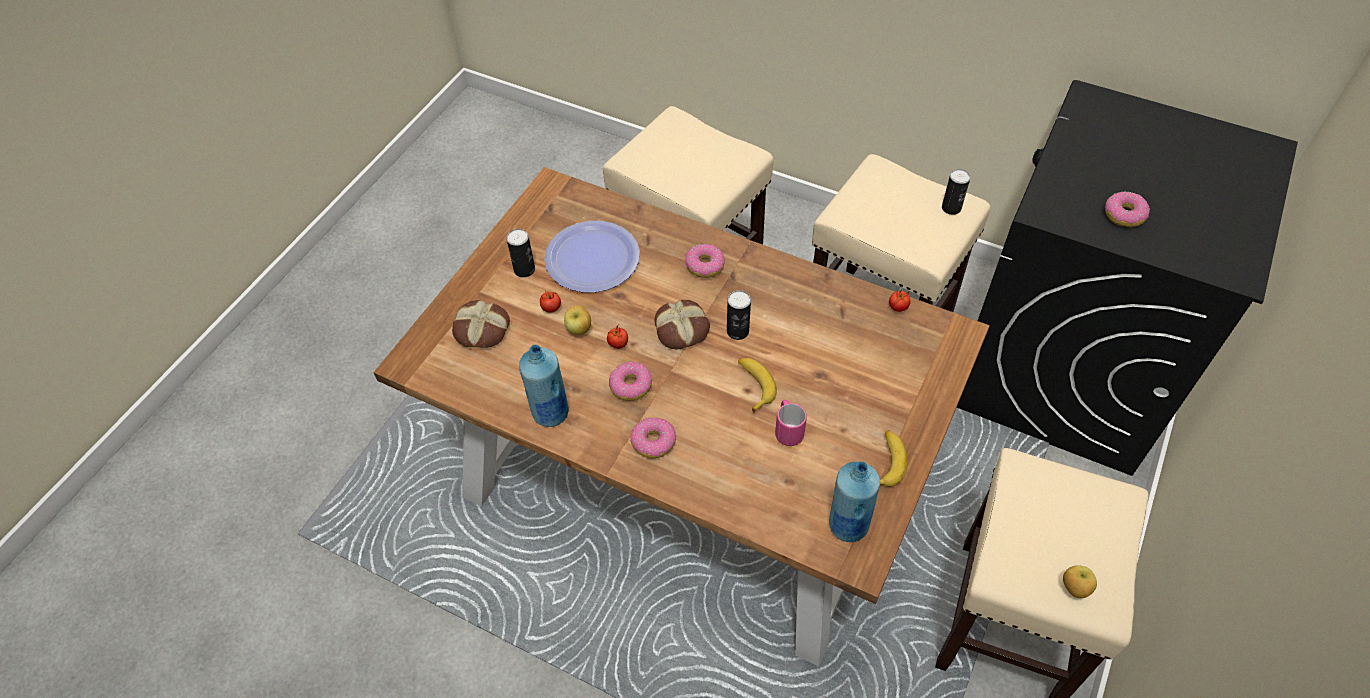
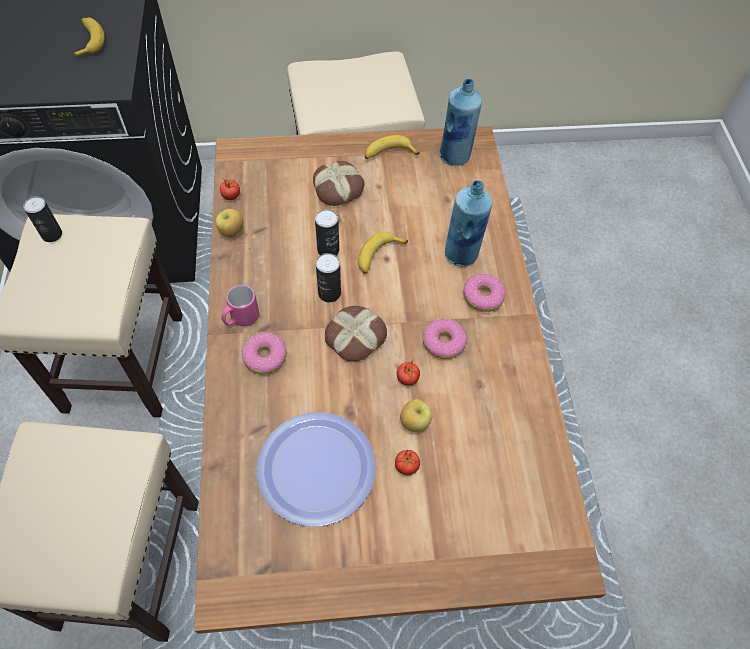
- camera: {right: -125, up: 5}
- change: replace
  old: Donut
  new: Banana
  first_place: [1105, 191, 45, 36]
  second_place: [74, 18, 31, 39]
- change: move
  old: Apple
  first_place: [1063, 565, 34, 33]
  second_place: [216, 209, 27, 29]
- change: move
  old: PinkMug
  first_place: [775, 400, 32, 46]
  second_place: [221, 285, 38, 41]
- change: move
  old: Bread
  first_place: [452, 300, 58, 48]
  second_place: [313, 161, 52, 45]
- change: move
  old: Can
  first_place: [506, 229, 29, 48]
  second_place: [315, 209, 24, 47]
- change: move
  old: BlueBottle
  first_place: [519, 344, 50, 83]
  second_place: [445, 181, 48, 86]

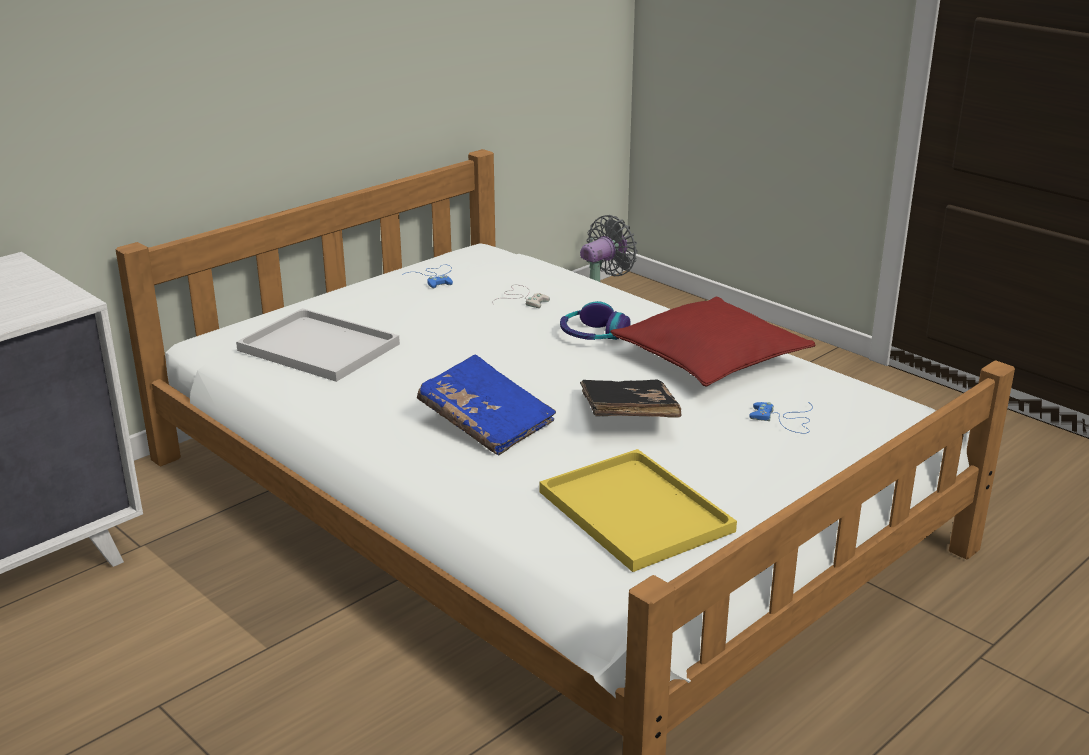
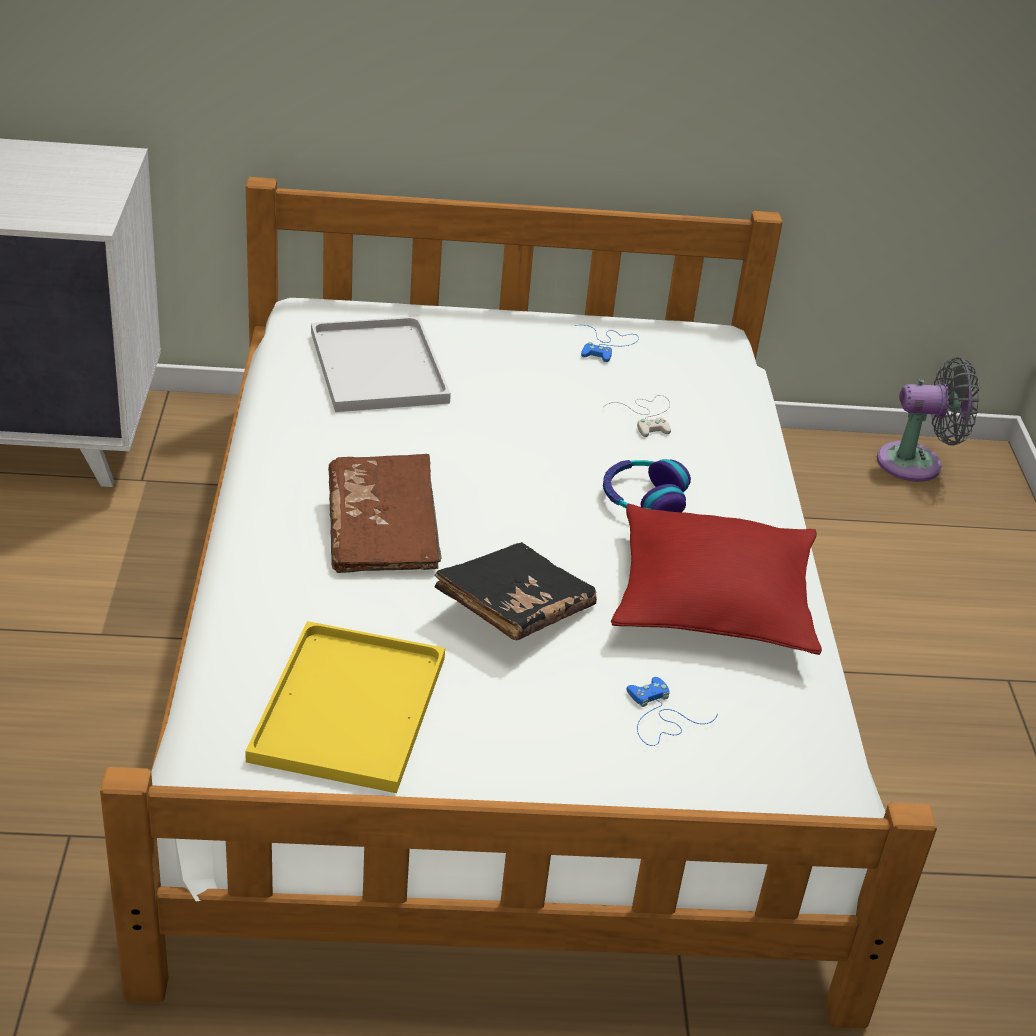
- camera: {right: 40, up: 10}
- change: recolor
  old: BlueBook
  new: BrownBook
  first_place: [417, 354, 139, 101]
  second_place: [328, 454, 114, 119]

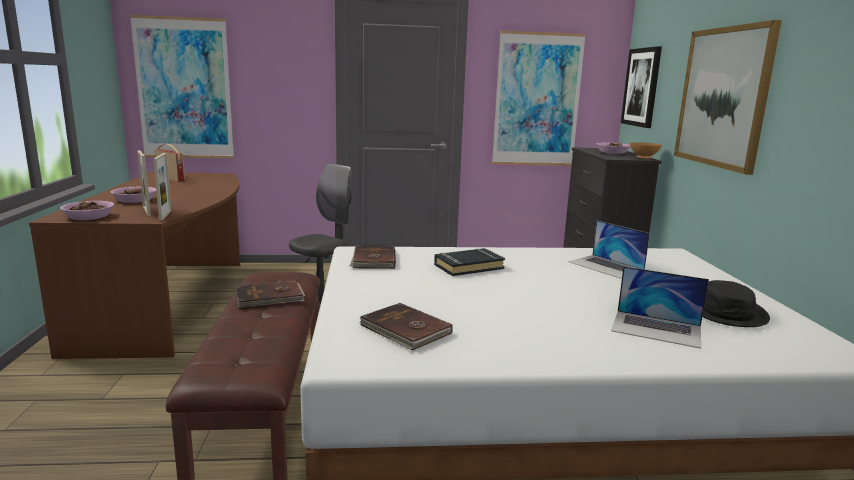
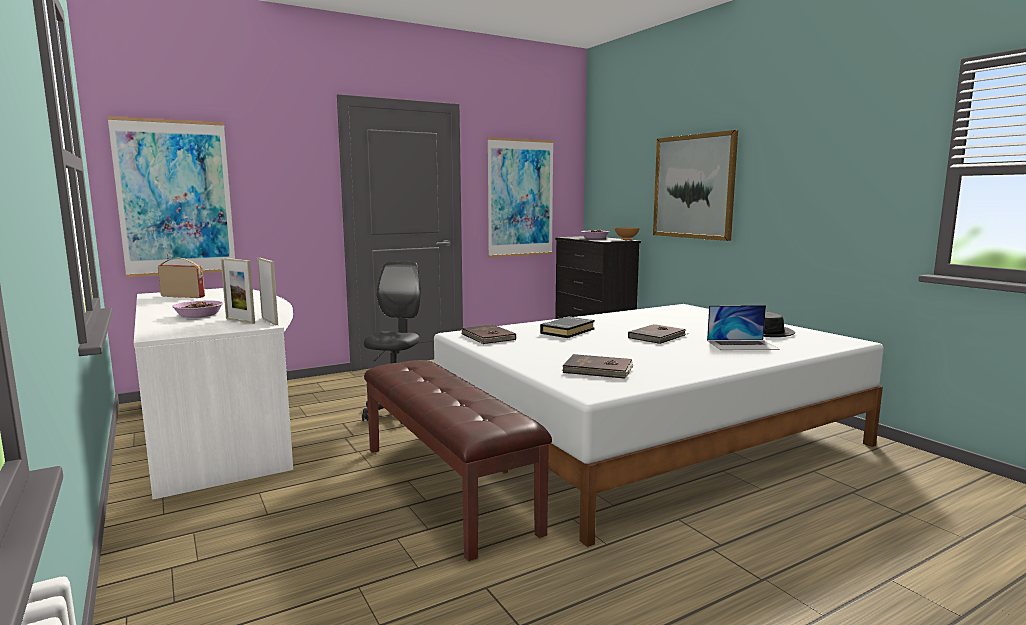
- camera: {right: -25, up: -5}
- change: recolor
  old: BrownDesk
  new: WhiteDesk
  first_place: [29, 172, 211, 187]
  second_place: [134, 288, 159, 212]
- change: move
  old: BrownBook
  first_place: [235, 280, 70, 29]
  second_place: [628, 324, 60, 20]
- change: delete
  old: Bowl
  first_place: [60, 201, 54, 19]
- change: delete
  old: Laptop
  first_place: [569, 220, 81, 59]
- change: delete
  old: Picture
  first_place: [621, 46, 41, 82]

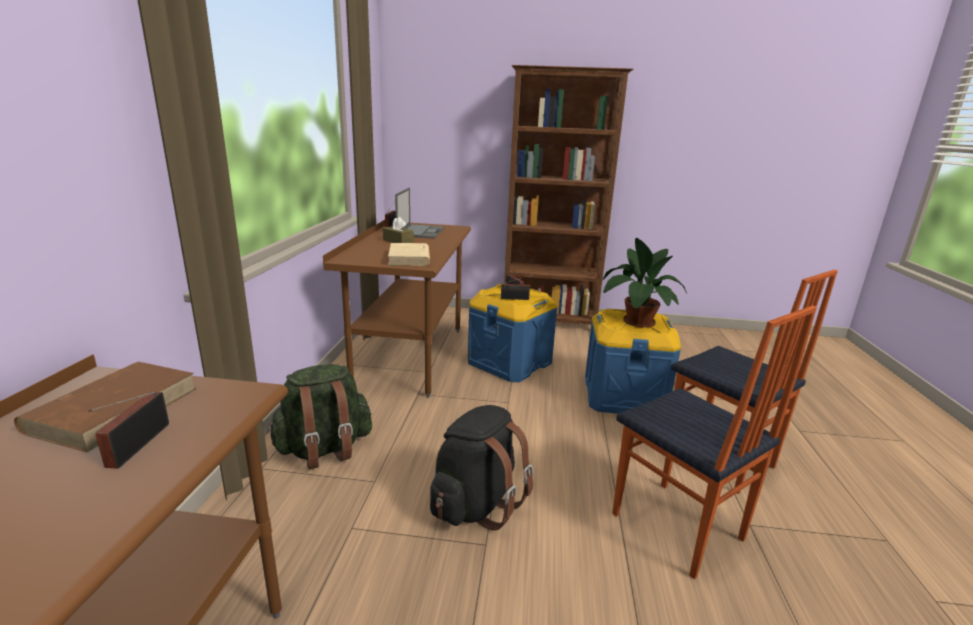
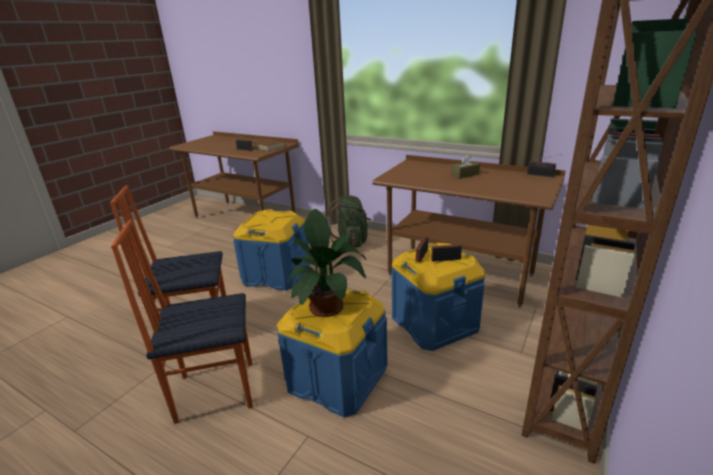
- camera: {right: 115, up: 5}
- change: replace
  old: BlackBackpack
  new: BlueStorageBox
  first_place: [430, 405, 103, 126]
  second_place: [233, 209, 77, 82]
- change: delete
  old: BeigeBook
  first_place: [388, 243, 42, 23]
- change: delete
  old: Laptop
  first_place: [395, 188, 50, 51]

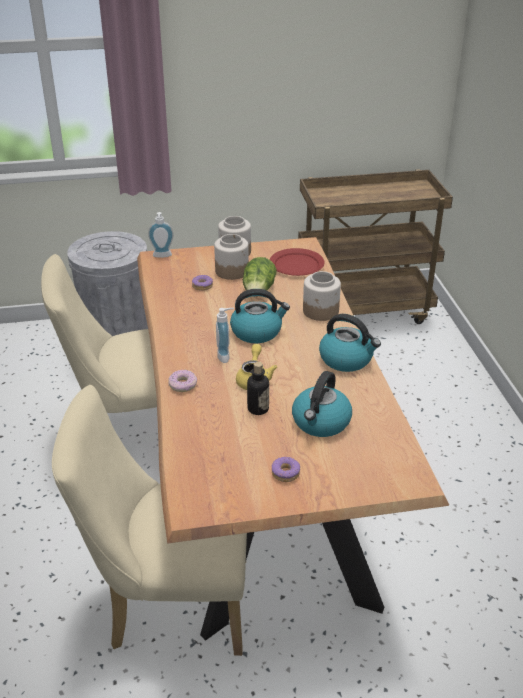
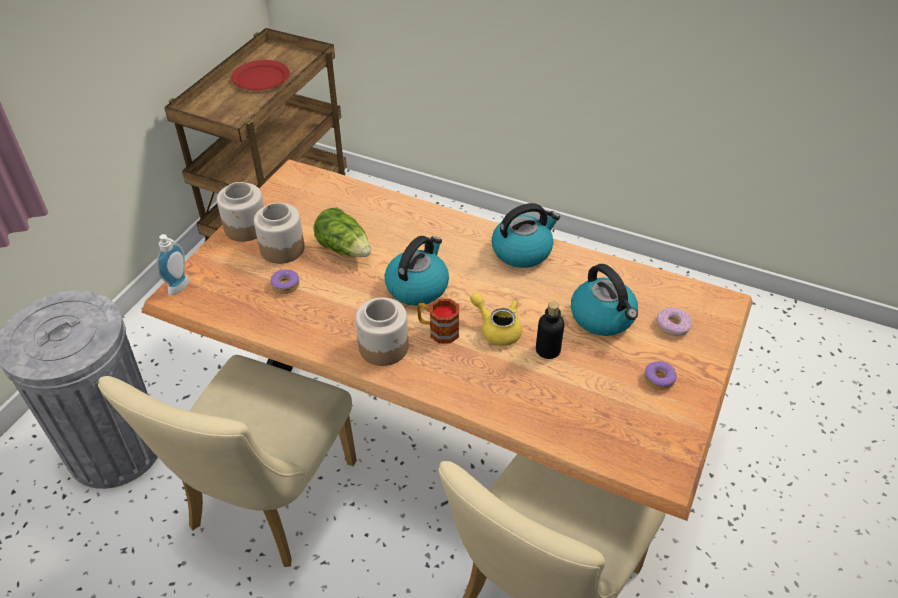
- camera: {right: -55, up: 10}
- change: move
  old: RedPlate
  first_place: [270, 248, 55, 28]
  second_place: [231, 60, 59, 30]
- change: move
  old: Jar
  first_place: [303, 271, 38, 50]
  second_place: [355, 297, 54, 69]
- change: replace
  old: SoapDispenser
  new: Mug
  first_place: [216, 308, 18, 55]
  second_place: [417, 299, 42, 45]
- change: move
  old: Donut
  first_place: [168, 370, 29, 22]
  second_place: [656, 307, 36, 29]

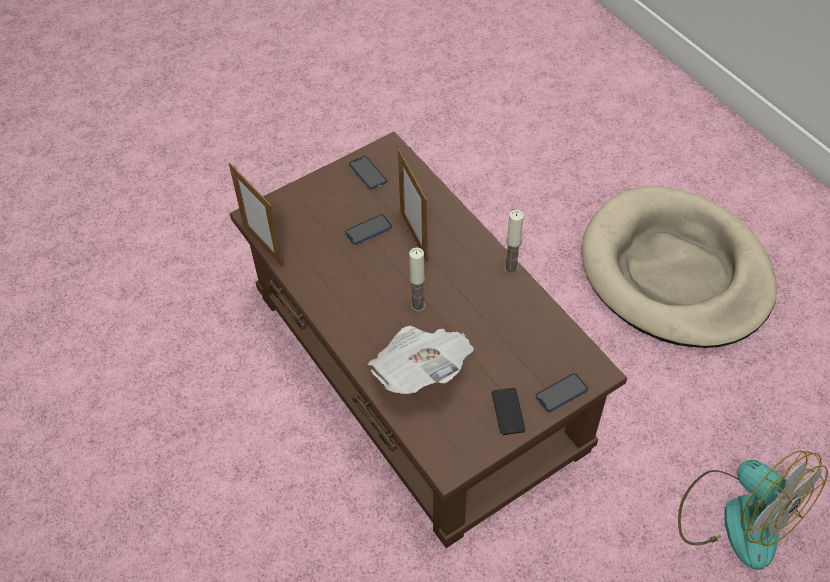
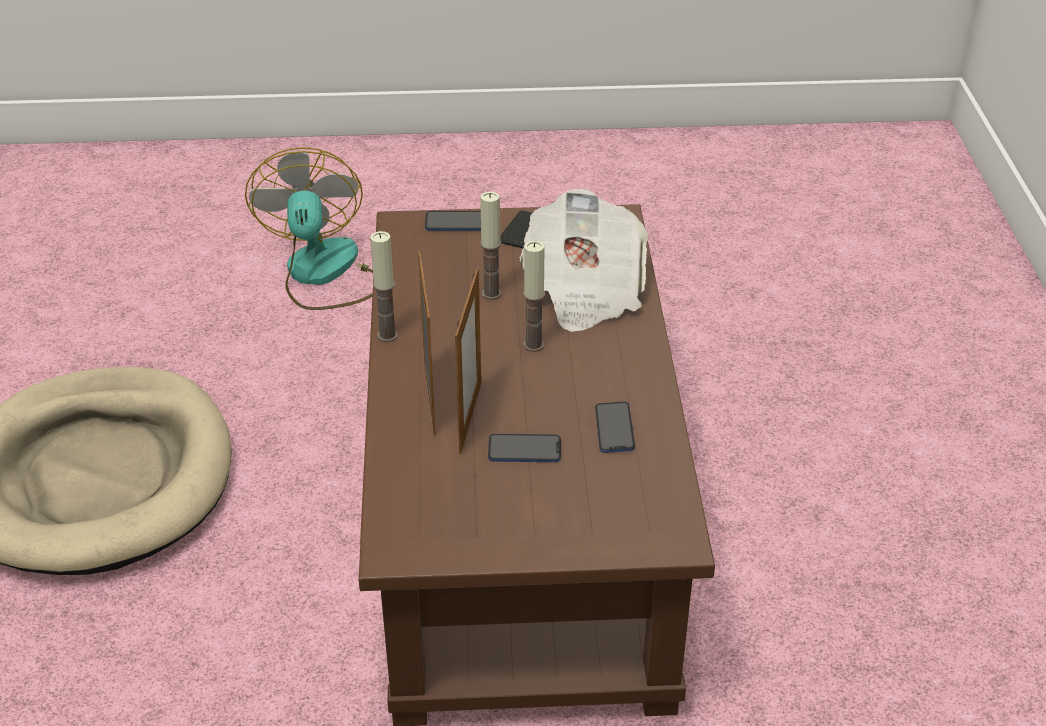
- camera: {right: -150, up: -15}
- change: move
  old: PictureFrame
  first_place: [229, 162, 55, 105]
  second_place: [418, 251, 18, 184]
- change: insert
  new: Candle
  second_place: [480, 191, 22, 109]
- change: move
  old: Phone
  first_place: [349, 156, 38, 34]
  second_place: [595, 401, 40, 52]

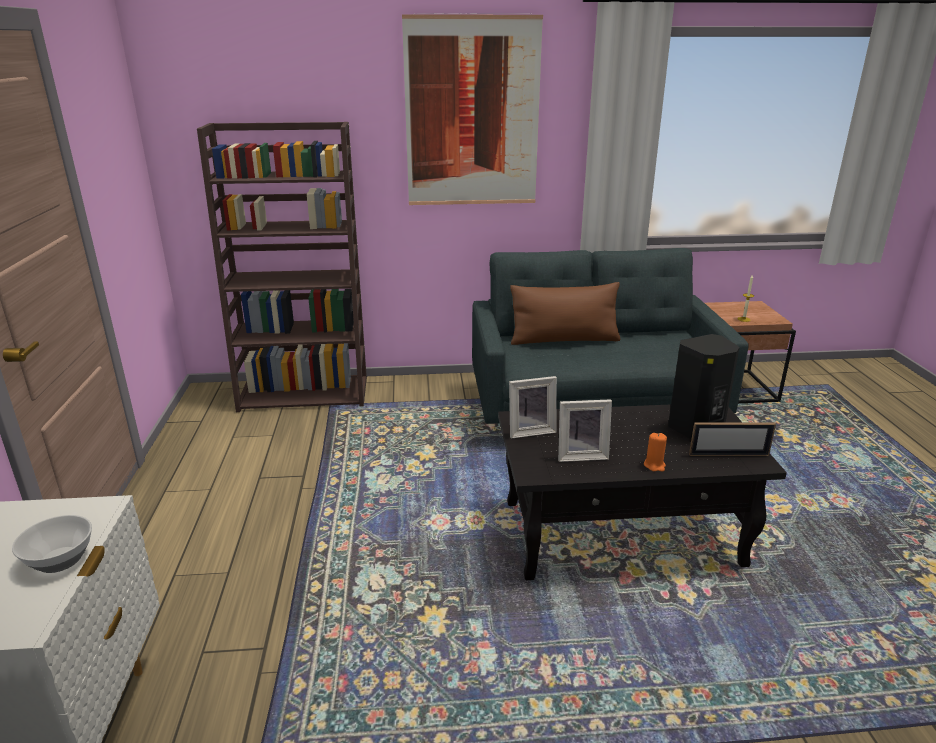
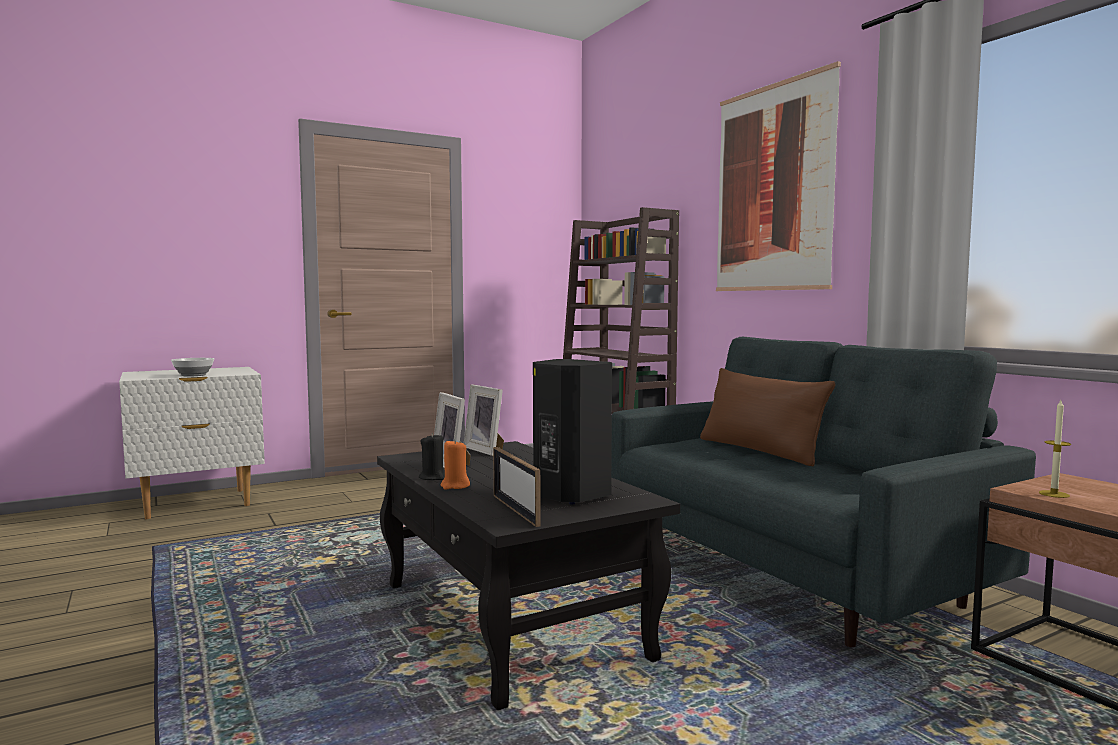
- camera: {right: 65, up: -20}
- change: insert
  new: BlackCandle
  second_place: [419, 433, 26, 47]

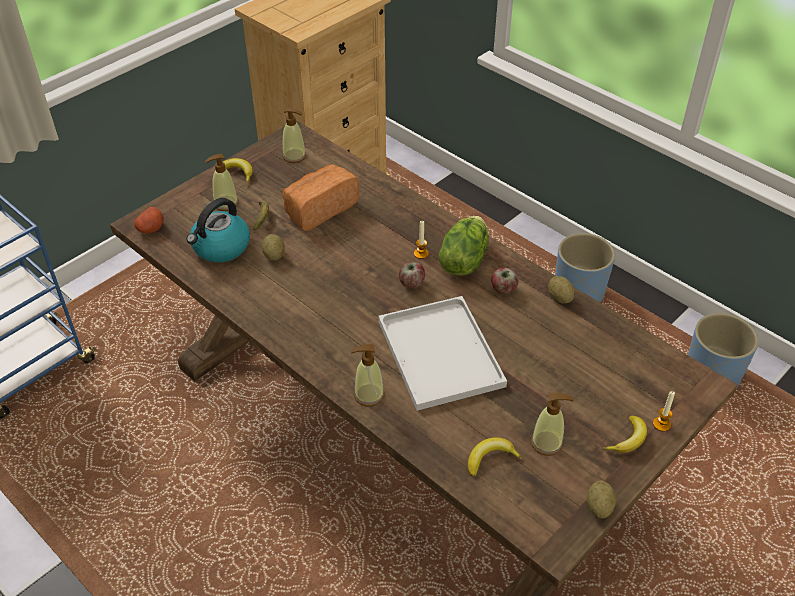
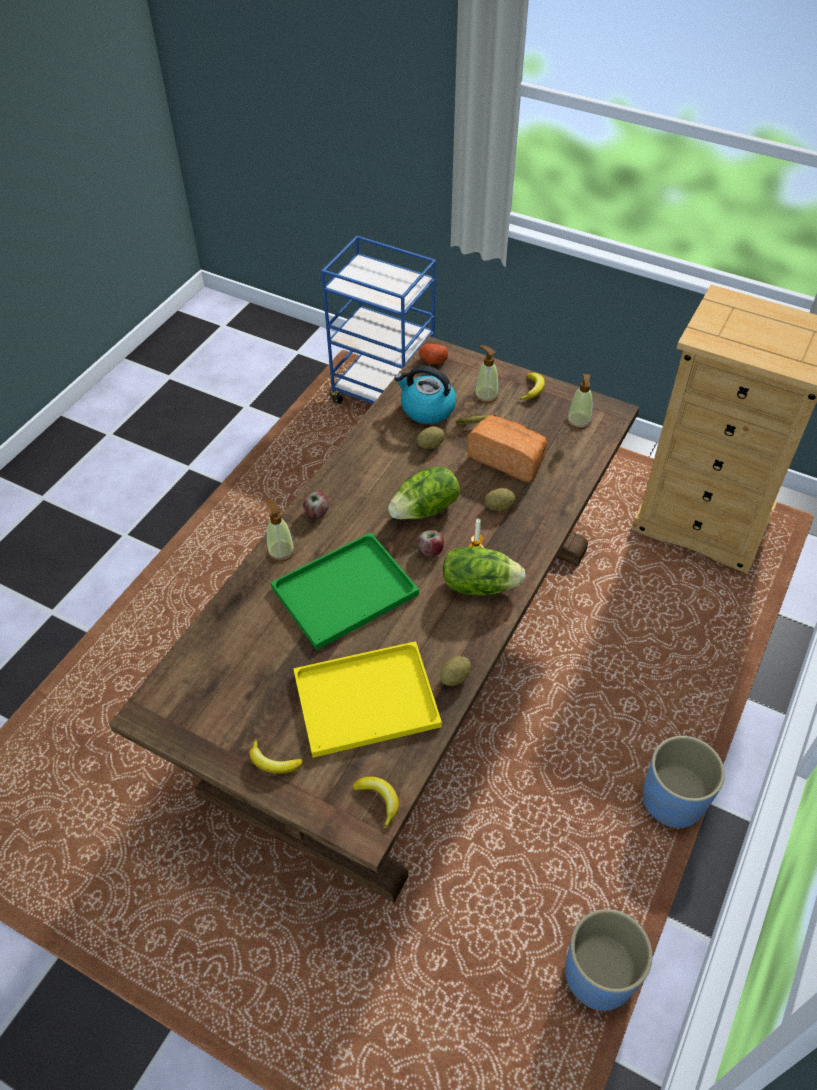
- camera: {right: 75, up: 5}
- change: recolor
  old: WhiteTray
  new: GreenTray
  first_place: [378, 296, 129, 115]
  second_place: [271, 532, 148, 118]
- change: insert
  new: YellowTray
  second_place: [293, 641, 149, 117]
- change: move
  old: Apple
  first_place: [491, 268, 28, 26]
  second_place: [303, 491, 26, 27]
- change: move
  old: Banana
  first_place: [468, 437, 54, 39]
  second_place: [353, 777, 46, 52]
- change: insert
  new: Lettuce
  second_place: [388, 467, 72, 52]
- change: move
  old: Potato
  first_place: [586, 481, 30, 37]
  second_place: [484, 488, 32, 23]
- change: delete
  old: SoapDispenser
  first_place: [531, 393, 43, 63]
- change: delete
  old: Candle
  first_place: [653, 391, 22, 40]

